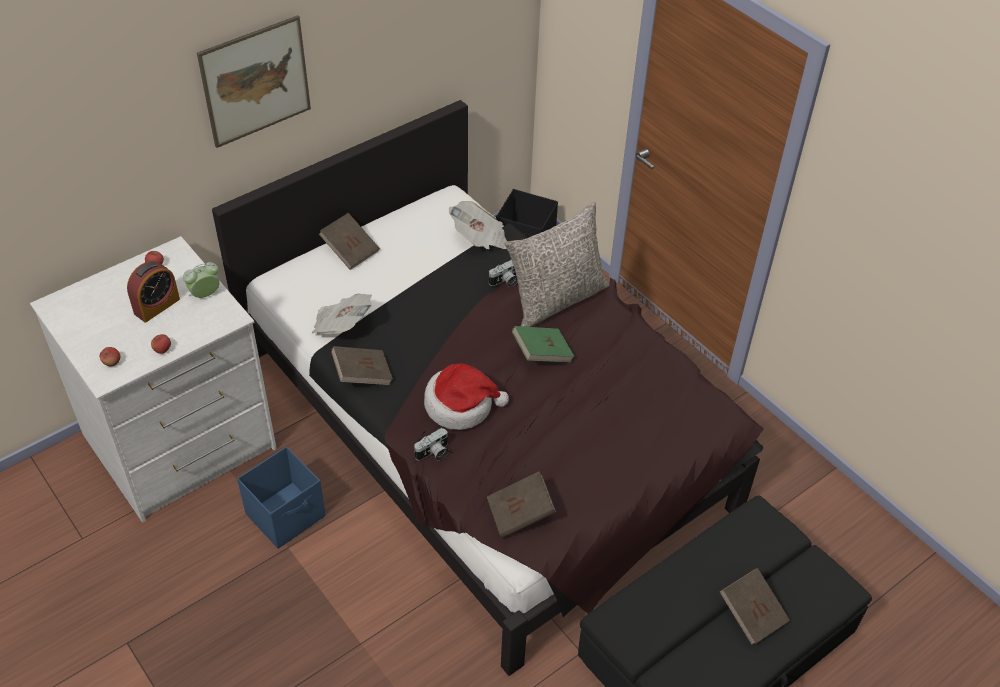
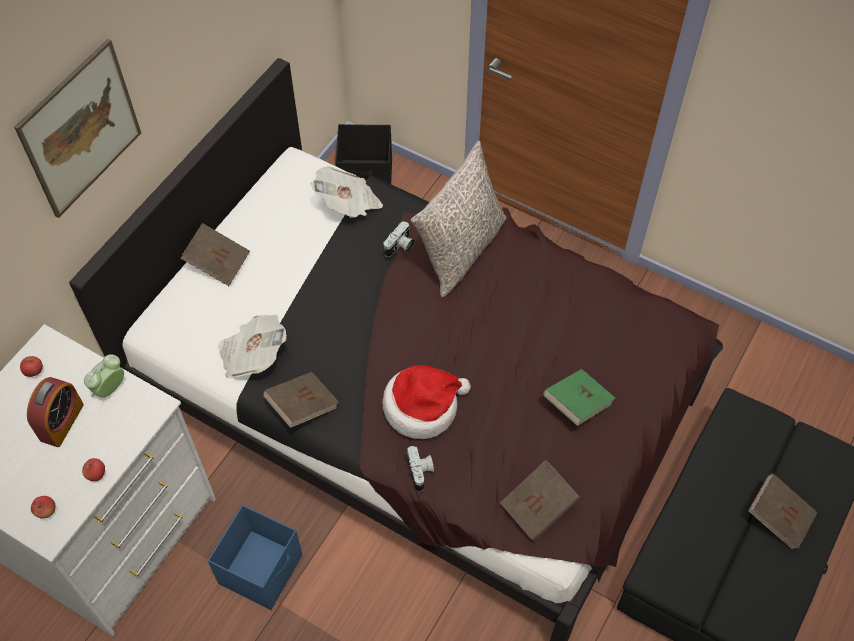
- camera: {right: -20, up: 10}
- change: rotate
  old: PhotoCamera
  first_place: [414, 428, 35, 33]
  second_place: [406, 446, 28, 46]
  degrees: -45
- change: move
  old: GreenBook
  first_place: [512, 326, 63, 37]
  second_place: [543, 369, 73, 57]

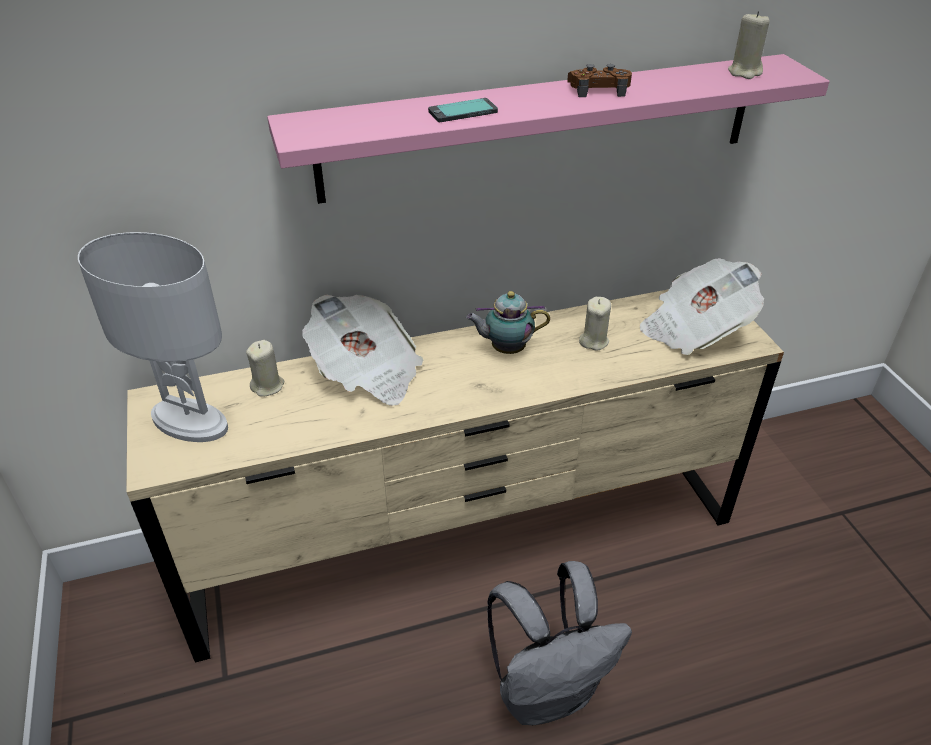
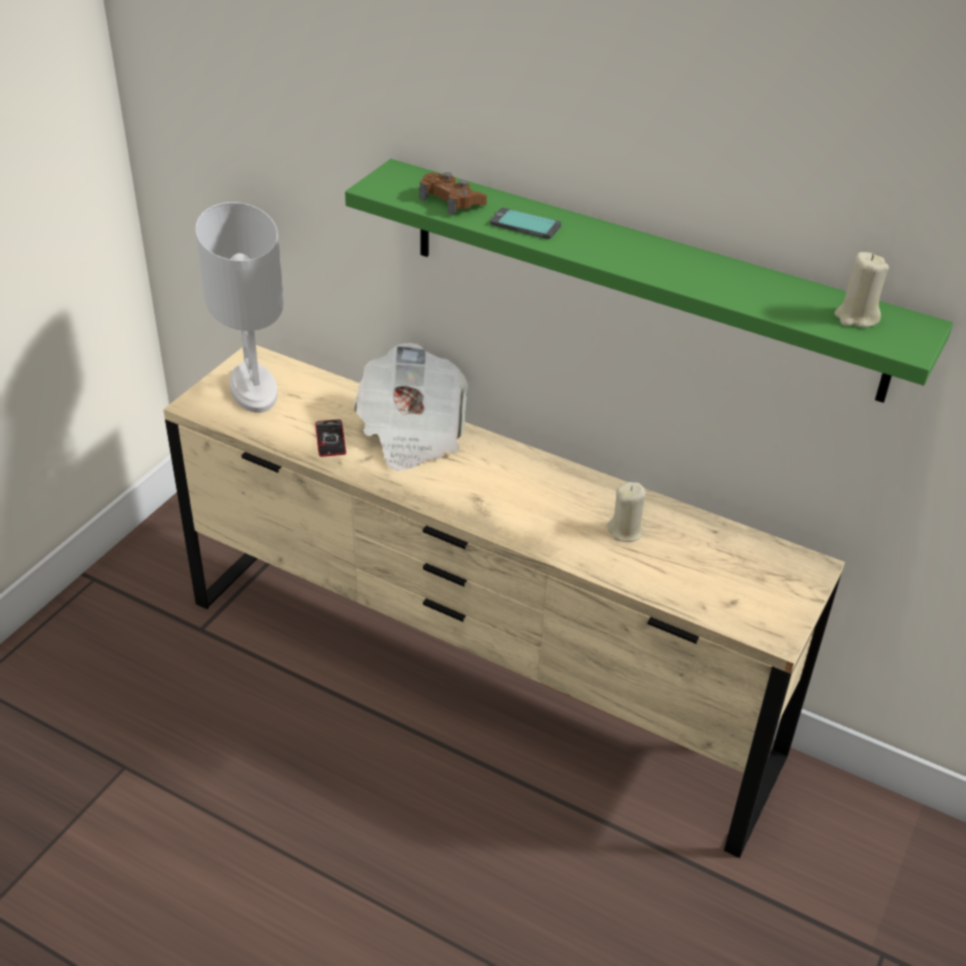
- camera: {right: 45, up: 0}
- change: insert
  new: Phone
  second_place: [315, 419, 31, 38]
- change: recolor
  old: PinkShelf
  new: GreenShelf
  first_place: [267, 54, 563, 150]
  second_place: [345, 159, 608, 244]
- change: move
  old: BrownGameController
  first_place: [567, 64, 65, 33]
  second_place: [419, 172, 68, 44]
- change: delete
  old: BeigeCandle
  first_place: [246, 340, 38, 57]
- change: delete
  old: Teapot
  first_place: [466, 291, 84, 63]
- change: delete
  old: GreyBackpack
  first_place: [487, 561, 145, 164]
- change: delete
  old: Newspaper
  first_place: [640, 258, 124, 97]

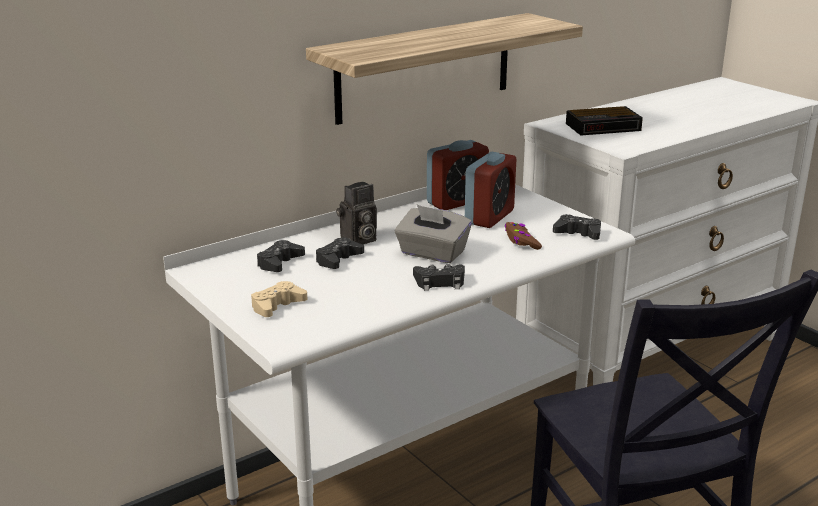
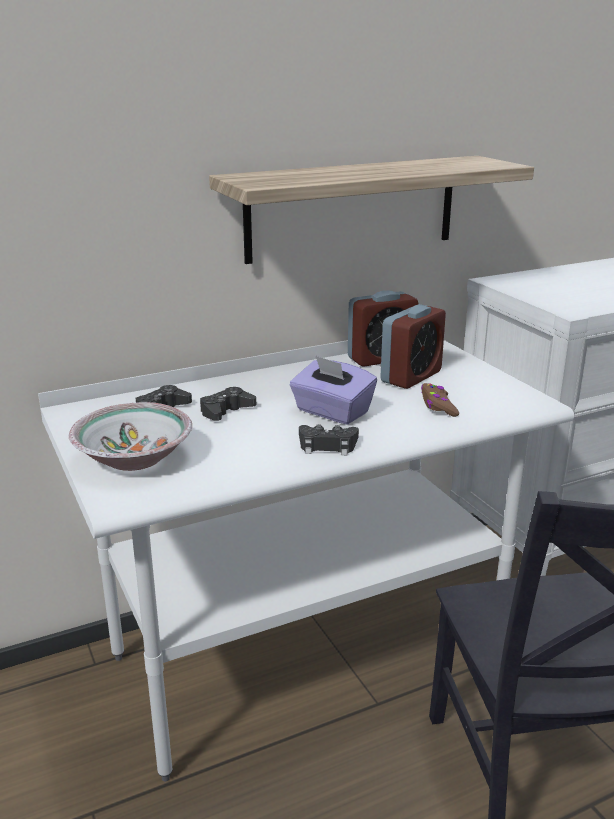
- camera: {right: 10, up: 0}
- change: replace
  old: BeigeGameController
  new: Bowl
  first_place: [251, 281, 56, 36]
  second_place: [69, 402, 123, 69]
- change: recolor
  old: GreyTissueBox
  new: PurpleTissueBox
  first_place: [395, 205, 77, 58]
  second_place: [290, 355, 87, 70]
- change: delete
  old: PhotoCamera
  first_place: [336, 182, 41, 62]
- change: delete
  old: BlackGameController
  first_place: [553, 214, 48, 26]
- change: delete
  old: AlarmClock
  first_place: [566, 106, 77, 29]

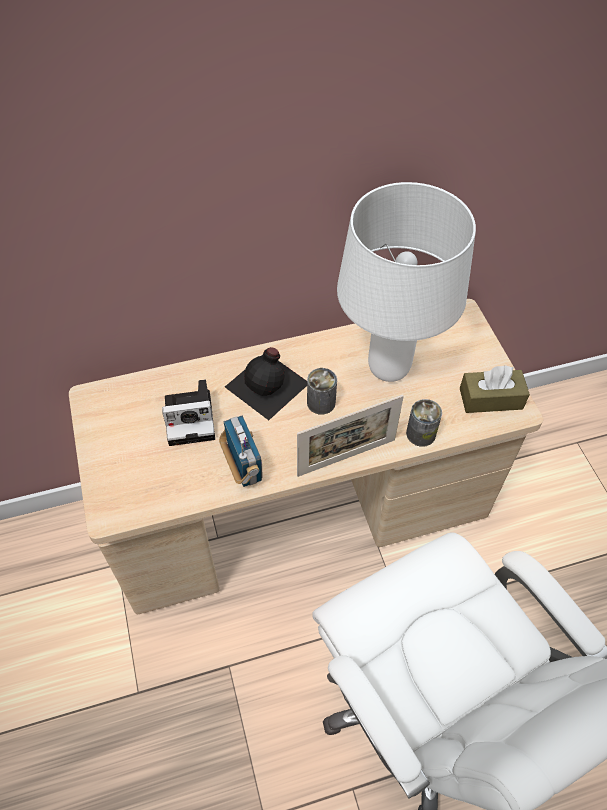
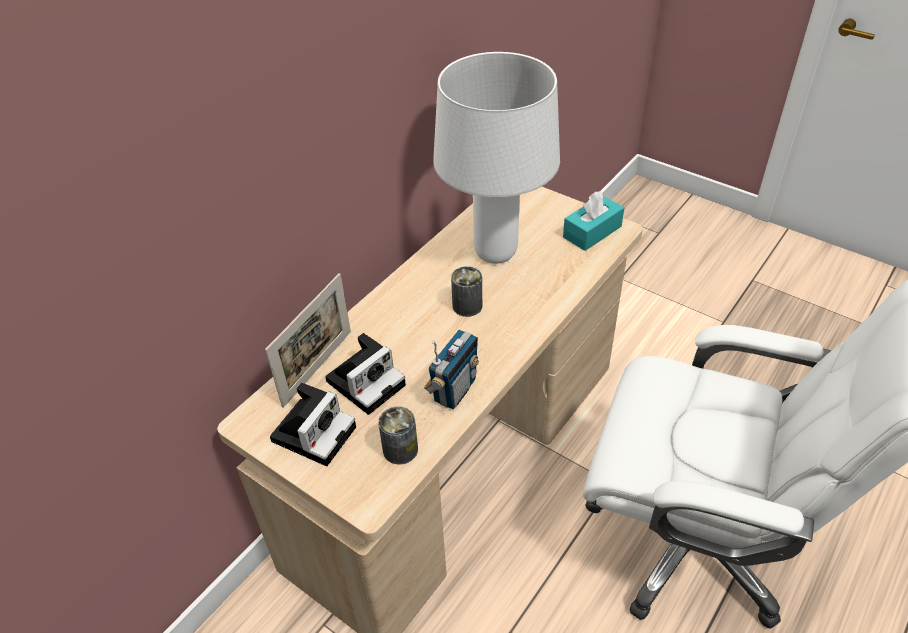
- camera: {right: -35, up: -10}
- change: move
  old: PictureFrame
  first_place: [297, 395, 107, 82]
  second_place: [265, 273, 86, 135]
- change: insert
  new: PhotoCamera
  second_place: [270, 383, 86, 83]
- change: move
  old: Can
  first_place: [406, 399, 36, 48]
  second_place: [378, 406, 40, 59]
- change: rotate
  old: Radio
  first_place: [219, 416, 44, 71]
  second_place: [424, 330, 55, 79]
  degrees: 90
- change: recolor
  old: BrownTissueBox
  new: TurquoiseTissueBox
  first_place: [460, 365, 70, 48]
  second_place: [563, 191, 61, 60]
- change: delete
  old: BlackBottle
  first_place: [225, 347, 82, 73]

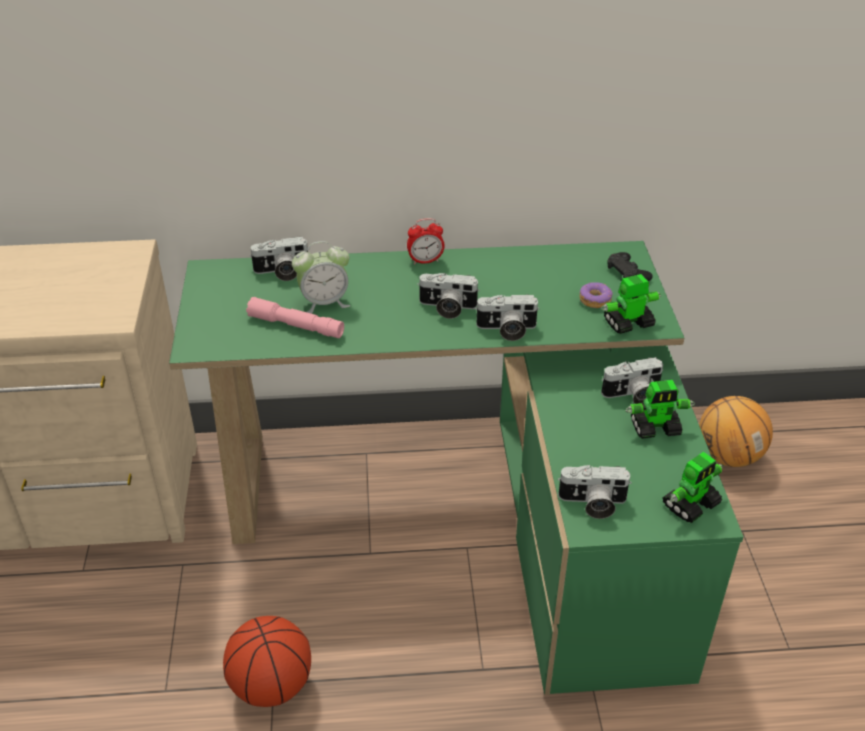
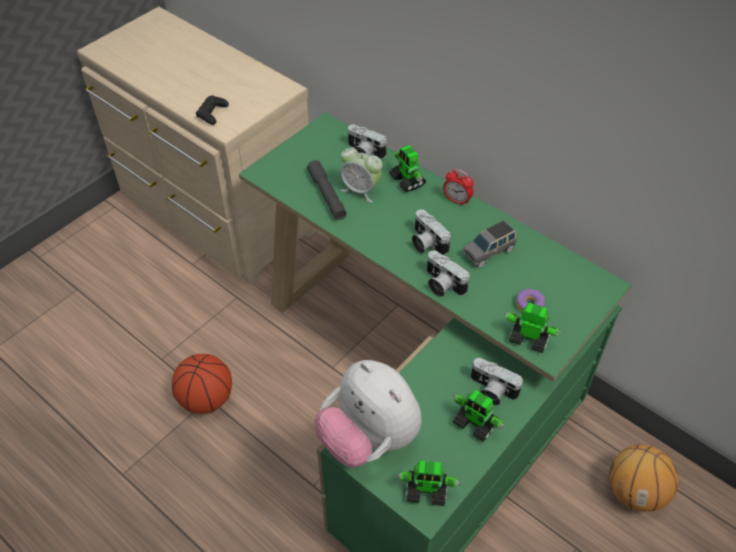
- camera: {right: 45, up: 10}
- change: move
  old: BlackGameController
  first_place: [607, 252, 46, 29]
  second_place: [196, 96, 33, 29]
- change: recolor
  old: PinkFlashlight
  new: GreyFlashlight
  first_place: [246, 297, 98, 41]
  second_place: [307, 160, 39, 60]
- change: replace
  old: PhotoCamera
  new: PlushToy
  first_place: [557, 465, 75, 54]
  second_place: [315, 360, 106, 108]
- change: insert
  new: ToyRobot
  second_place: [389, 145, 37, 47]
- change: insert
  new: GreyToyCar
  second_place: [463, 220, 54, 48]

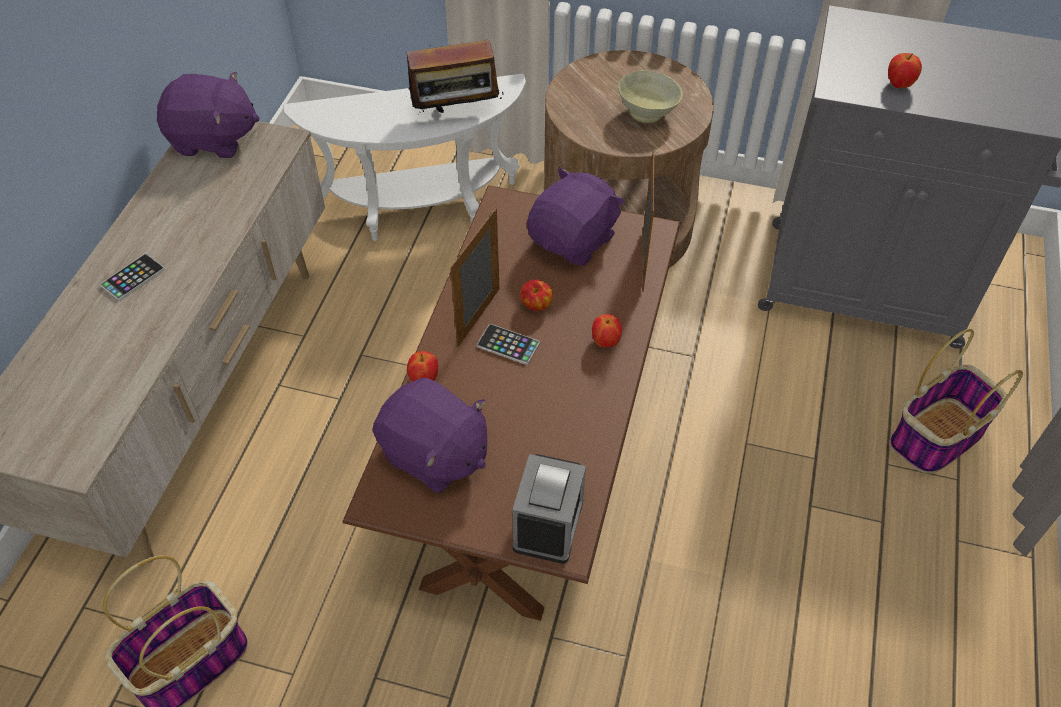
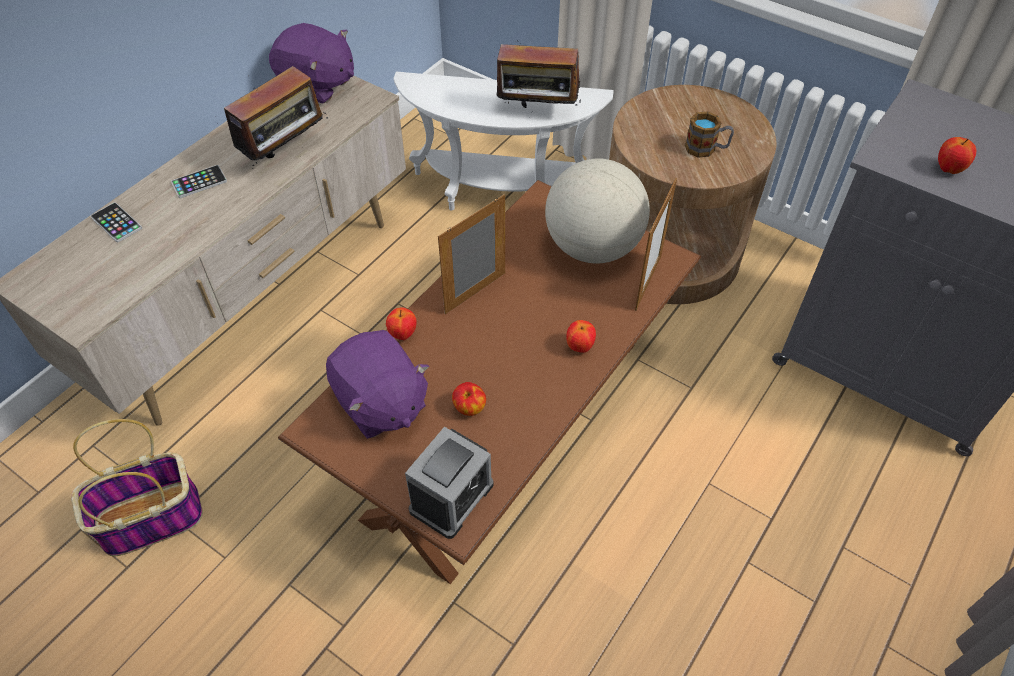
- camera: {right: 20, up: 0}
- change: move
  old: Phone
  first_place: [477, 324, 63, 41]
  second_place: [91, 202, 51, 41]
- change: insert
  new: Radio
  second_place: [215, 66, 113, 100]
- change: move
  old: Apple
  first_place: [520, 280, 33, 31]
  second_place: [452, 382, 34, 34]
- change: replace
  old: PurplePlushToy
  new: Globe
  first_place: [527, 167, 98, 99]
  second_place: [545, 158, 105, 106]
- change: replace
  old: BeigeBowl
  new: Mug
  first_place: [618, 70, 65, 53]
  second_place: [685, 111, 49, 47]
- change: delete
  old: Basket
  first_place: [889, 329, 134, 145]

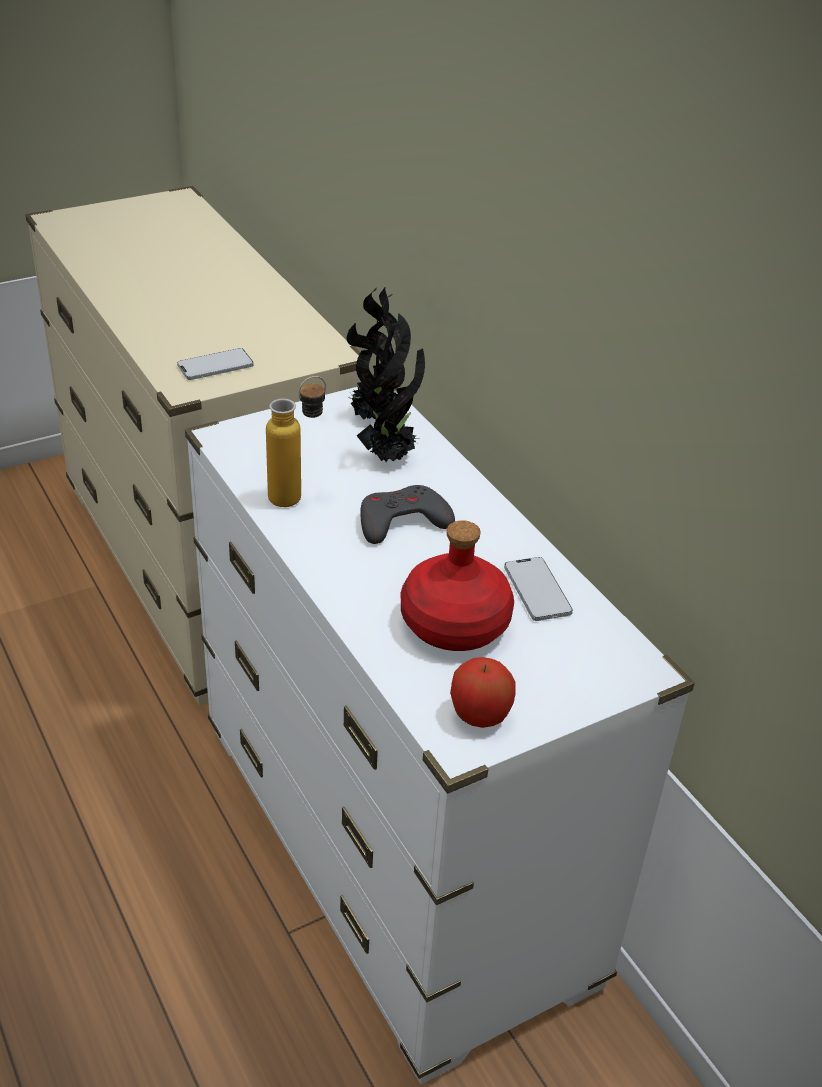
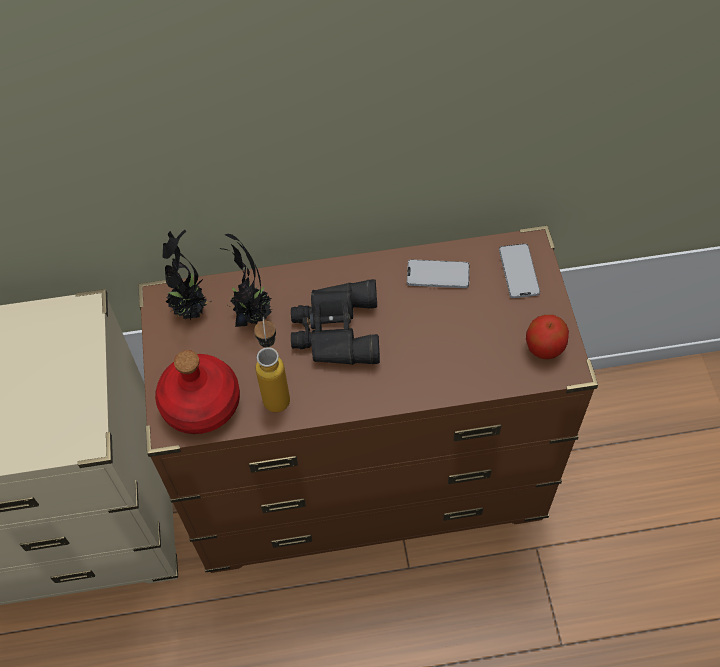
- camera: {right: -65, up: 20}
- change: recolor
  old: WhiteDresser
  new: BrownDresser
  first_place: [185, 387, 510, 697]
  second_place: [138, 226, 460, 347]
- change: move
  old: RedBottle
  first_place: [401, 520, 113, 131]
  second_place: [155, 350, 85, 84]
- change: replace
  old: GreyGameController
  new: BlackBinoculars
  first_place: [360, 485, 95, 59]
  second_place: [291, 279, 89, 86]
- change: move
  old: Phone
  first_place: [177, 348, 77, 32]
  second_place: [499, 244, 41, 54]

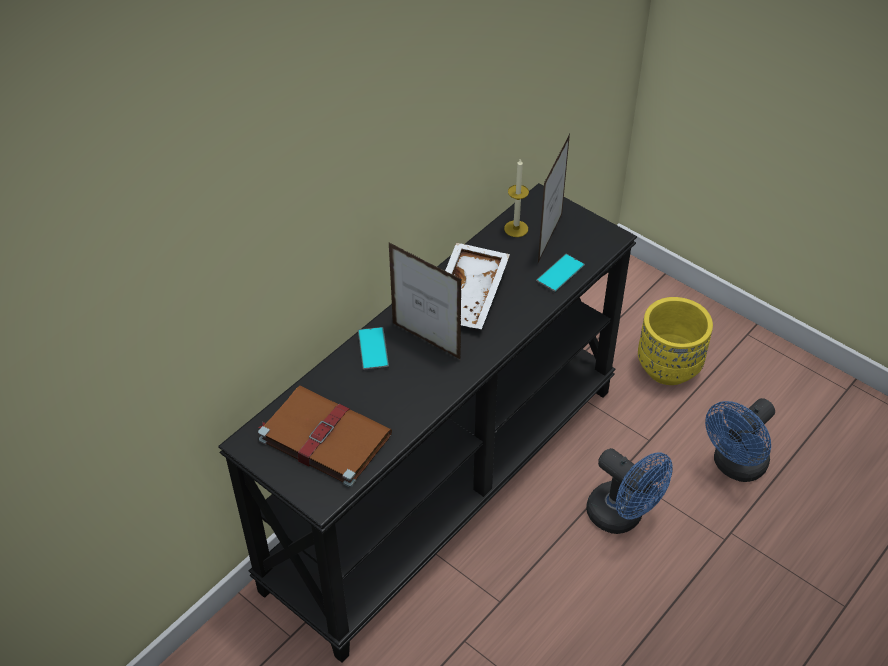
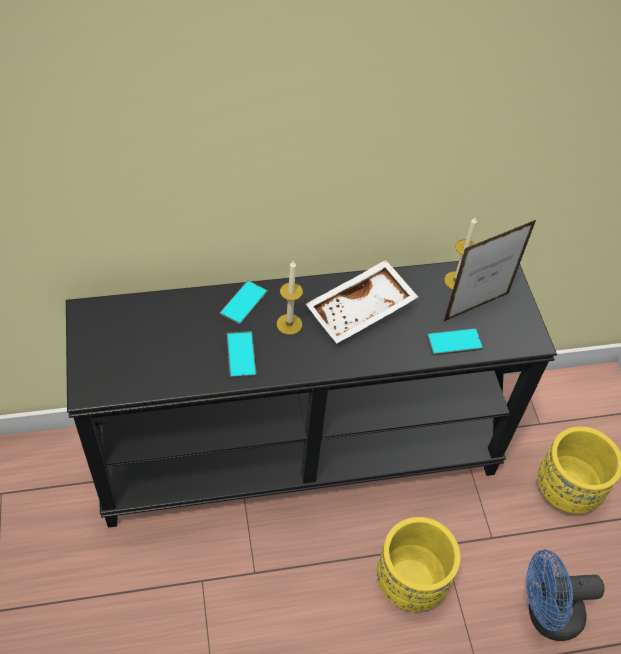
- camera: {right: 35, up: 5}
- change: insert
  new: Phone
  second_place: [227, 331, 29, 47]
- change: replace
  old: PictureFrame
  new: Candle
  first_place: [389, 243, 73, 117]
  second_place: [277, 261, 26, 74]
- change: replace
  old: BlueFan
  new: YellowPlanter
  first_place: [586, 448, 87, 86]
  second_place: [377, 517, 84, 95]
- change: delete
  old: BrownBook
  first_place: [258, 386, 134, 101]

